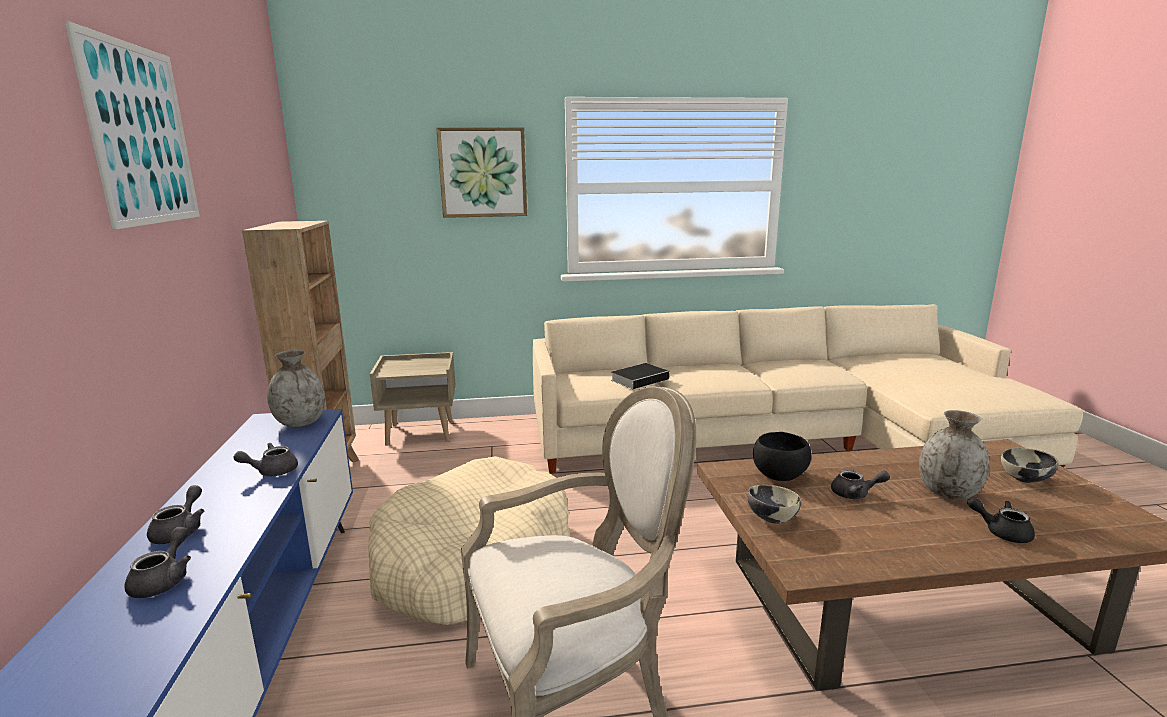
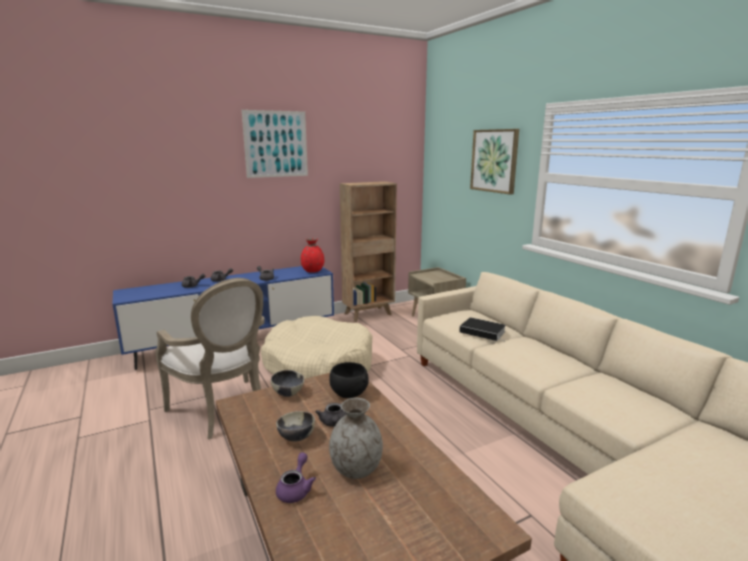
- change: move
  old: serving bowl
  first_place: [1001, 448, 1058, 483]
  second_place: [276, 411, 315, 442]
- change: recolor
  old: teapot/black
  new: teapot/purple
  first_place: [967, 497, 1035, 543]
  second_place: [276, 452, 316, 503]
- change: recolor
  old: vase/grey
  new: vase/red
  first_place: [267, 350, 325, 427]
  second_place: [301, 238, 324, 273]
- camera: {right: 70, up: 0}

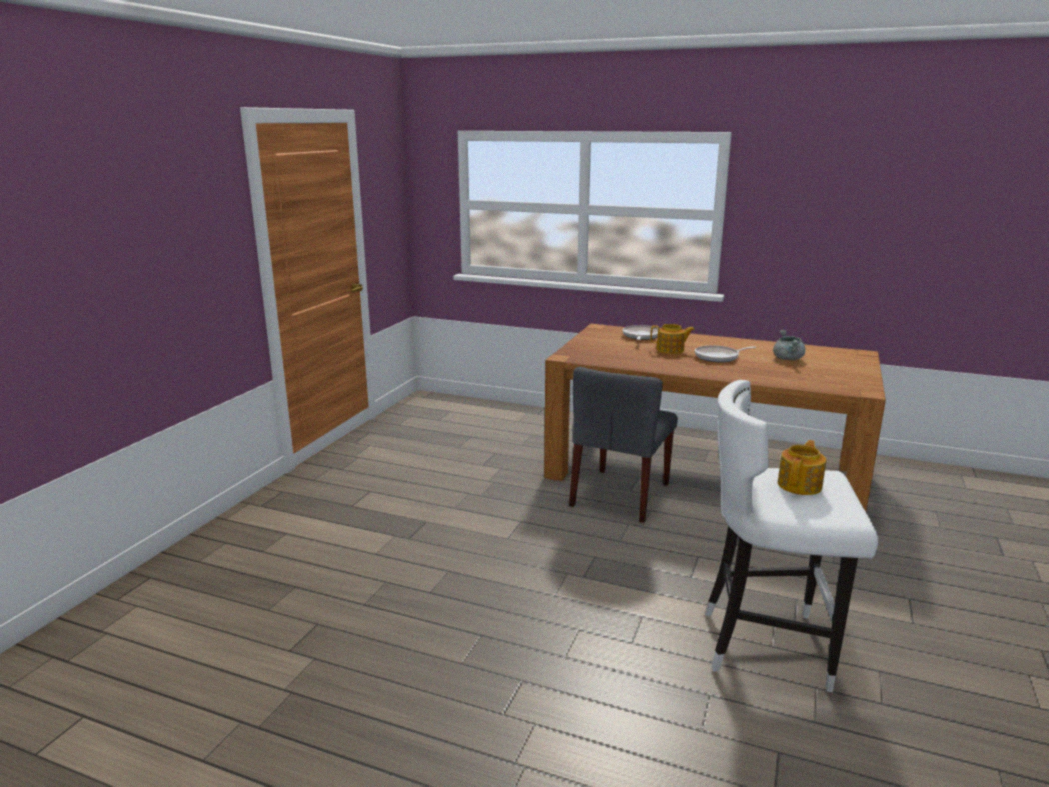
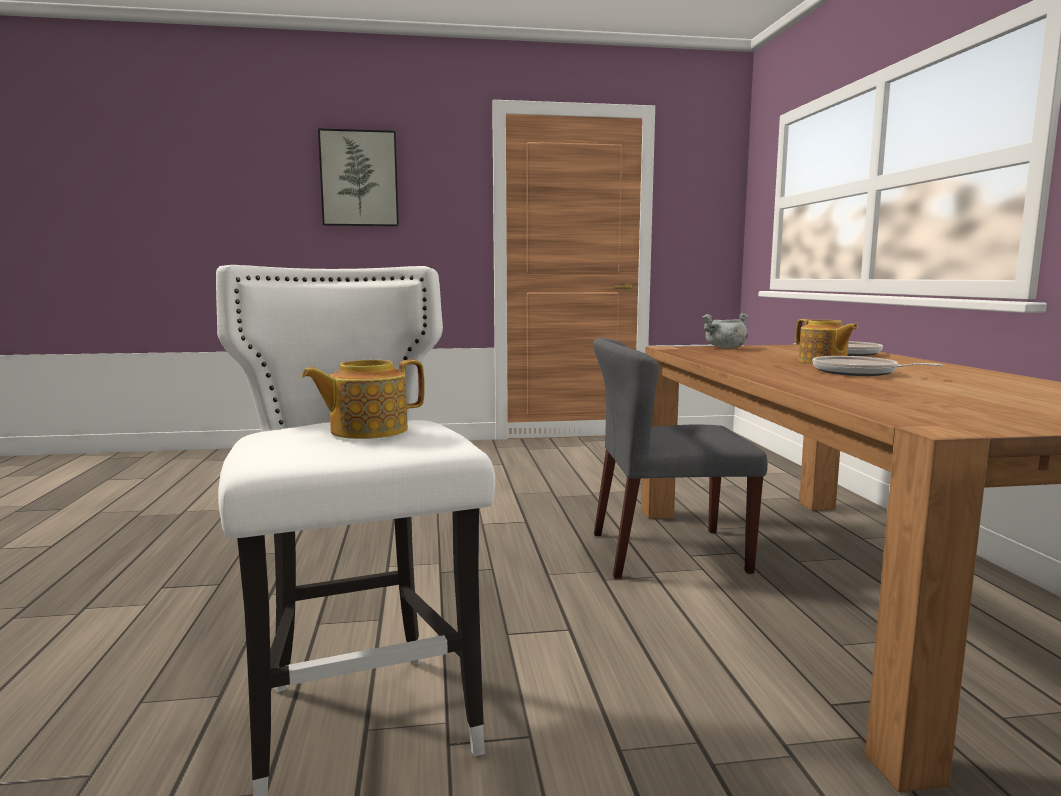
- change: rotate
  old: teapot
  first_place: [778, 440, 826, 495]
  second_place: [301, 359, 425, 439]
  degrees: 150
- change: insert
  new: wall picture
  second_place: [318, 128, 399, 226]
- change: move
  old: stockpot/grey
  first_place: [773, 330, 805, 360]
  second_place: [701, 313, 749, 349]
- camera: {right: 60, up: -10}

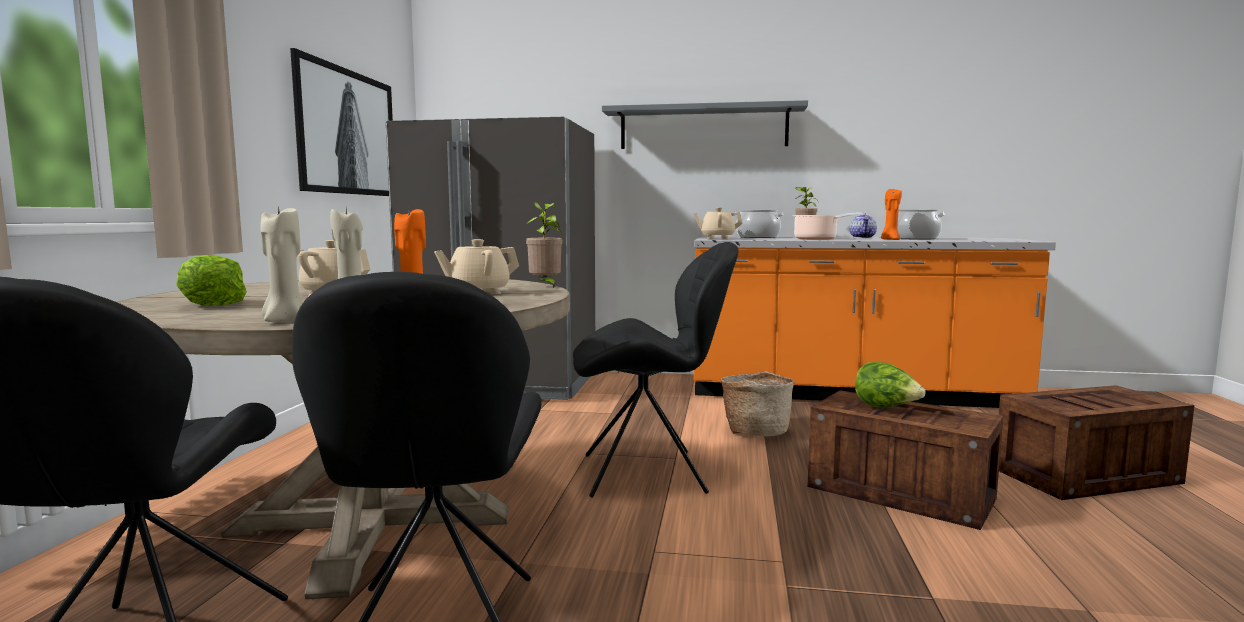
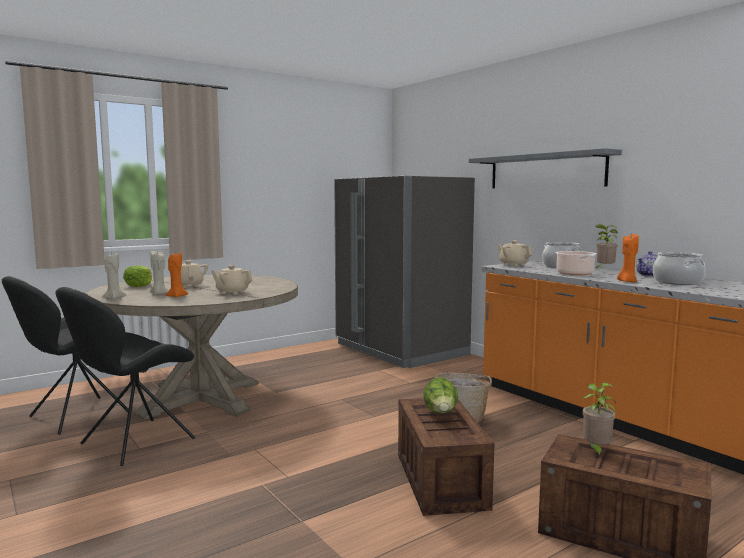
- change: move
  old: houseplant
  first_place: [526, 202, 564, 288]
  second_place: [582, 382, 616, 458]
- change: delete
  old: wall picture
  first_place: [290, 48, 393, 196]
- change: delete
  old: chair/black
  first_place: [573, 242, 739, 498]
- camera: {right: 45, up: 0}

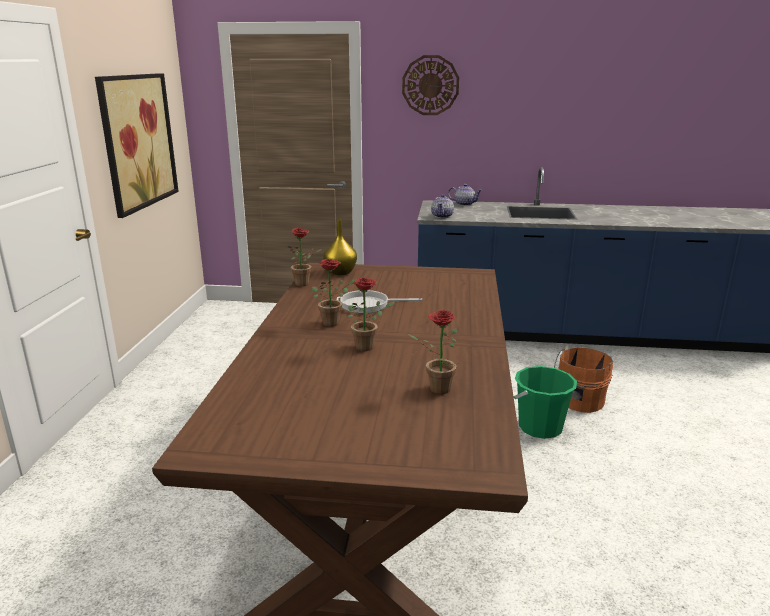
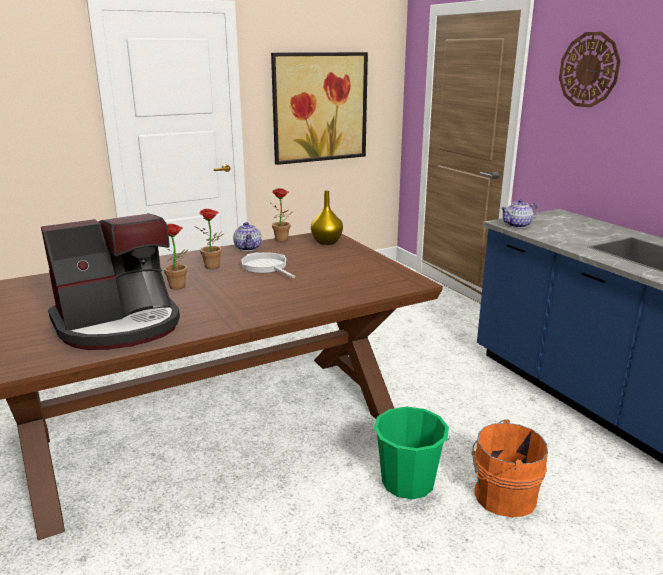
- change: replace
  old: houseplant
  new: coffee maker
  first_place: [408, 310, 459, 394]
  second_place: [41, 213, 180, 350]
- change: move
  old: teapot
  first_place: [448, 184, 483, 206]
  second_place: [233, 222, 261, 251]
- camera: {right: 55, up: 0}

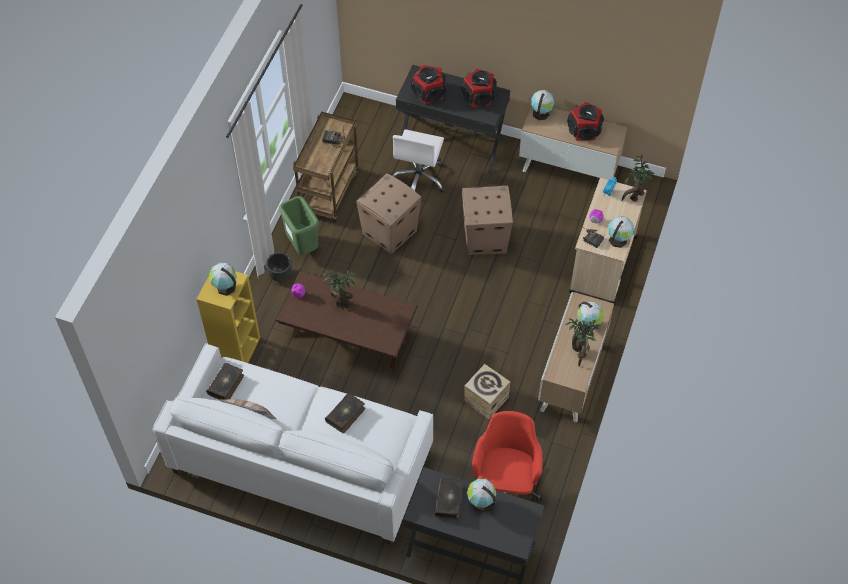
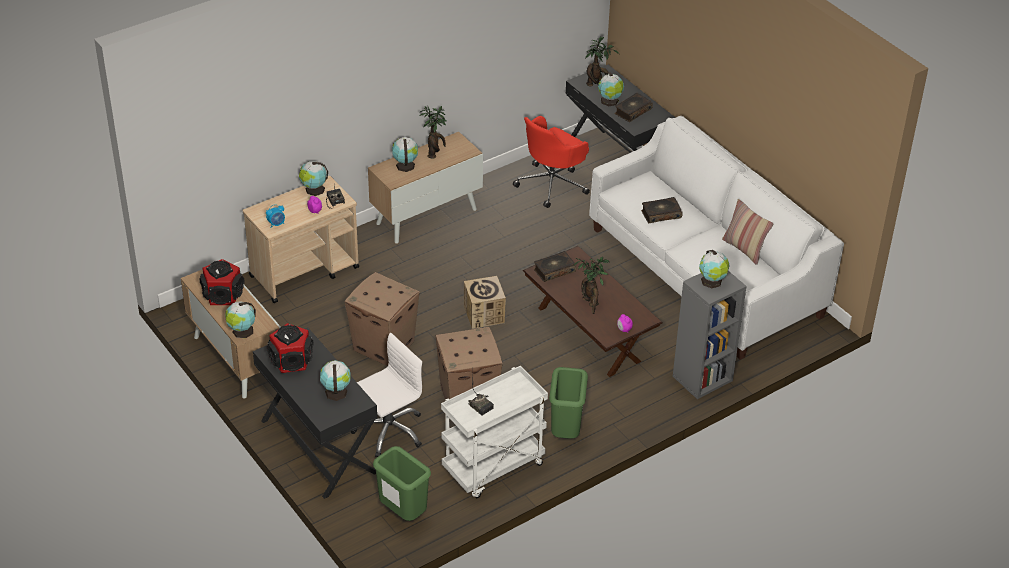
- change: replace
  old: audio speaker
  new: world globe
  first_place: [411, 65, 446, 105]
  second_place: [320, 360, 351, 401]
- change: insert
  new: waste bin/green
  second_place: [373, 446, 431, 521]
- change: recolor
  old: wheeled cart/brown
  new: wheeled cart/white
  first_place: [293, 112, 359, 223]
  second_place: [441, 366, 548, 498]
- change: move
  old: cardboard box
  first_place: [464, 364, 510, 419]
  second_place: [464, 276, 506, 329]
- change: move
  old: volume
  first_place: [206, 363, 244, 400]
  second_place: [534, 251, 577, 282]
- change: move
  old: houseplant
  first_place: [622, 154, 655, 202]
  second_place: [585, 37, 619, 87]
- change: recolor
  old: bookshelf/yellow-coloured
  new: bookshelf/grey
  first_place: [196, 265, 260, 363]
  second_place: [673, 271, 746, 399]
- change: delete
  old: flower pot/black
  first_place: [266, 252, 292, 282]
- camera: {right: -145, up: -15}

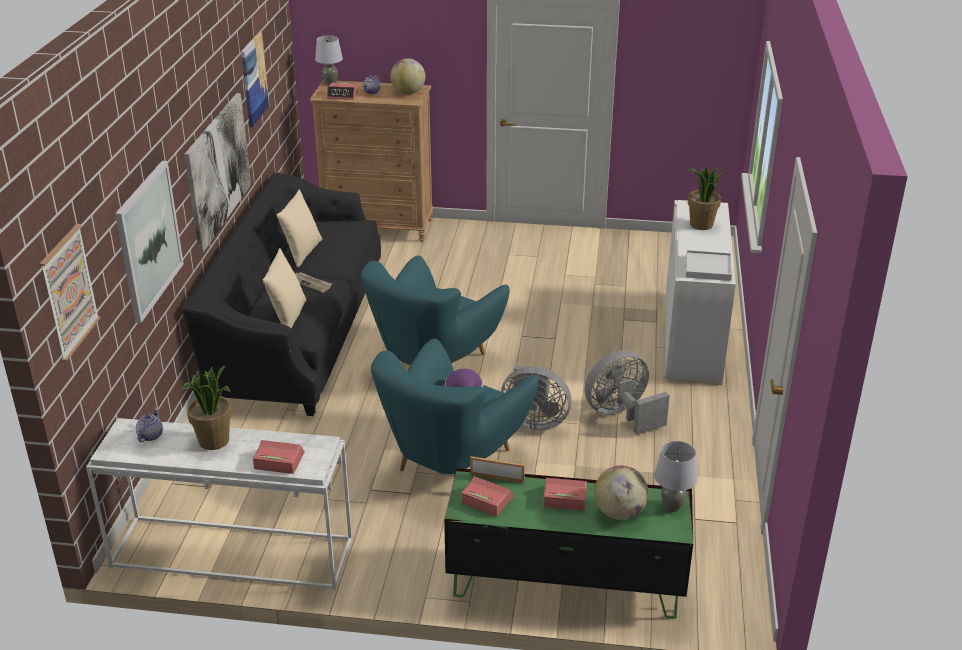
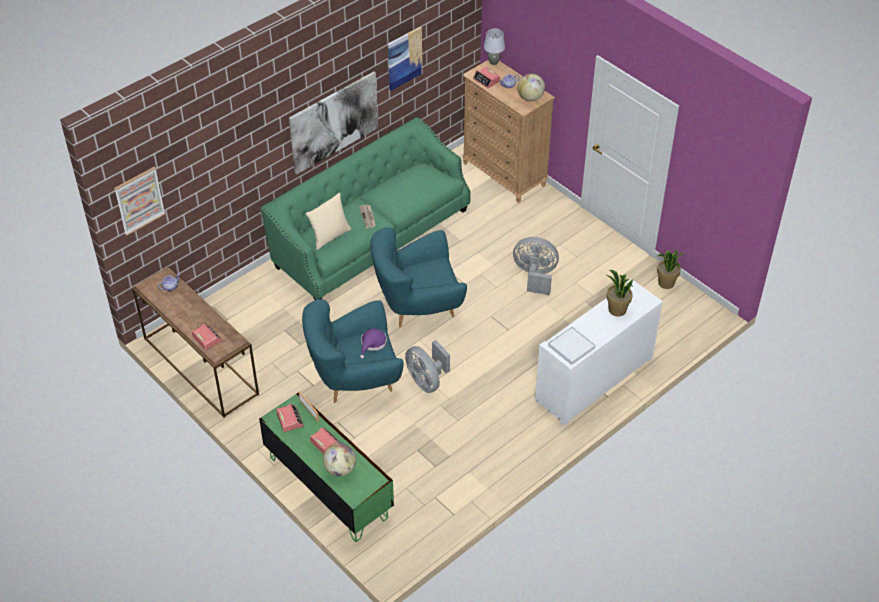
- change: recolor
  old: console table/white
  new: console table/brown
  first_place: [86, 418, 352, 590]
  second_place: [132, 267, 259, 418]
- change: recolor
  old: couch/black
  new: couch/green
  first_place: [182, 172, 381, 416]
  second_place: [260, 117, 471, 300]
- change: move
  old: cooling fan/grey
  first_place: [585, 350, 670, 435]
  second_place: [513, 237, 559, 295]
- change: move
  old: houseplant
  first_place: [181, 365, 232, 450]
  second_place: [657, 250, 685, 289]
- change: delete
  old: wall picture
  first_place: [115, 161, 184, 323]
- change: delete
  old: throw pillow/beige
  first_place: [277, 190, 322, 267]
- change: delete
  old: tabletop lamp/grey
  first_place: [654, 441, 698, 512]
- camera: {right: 40, up: 15}

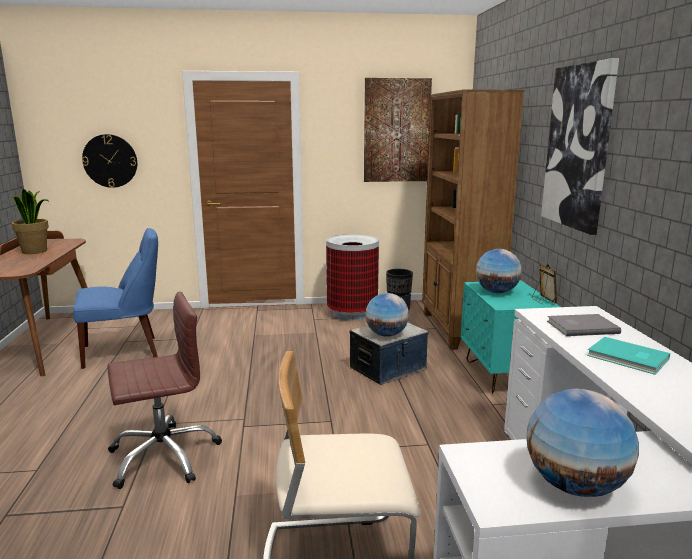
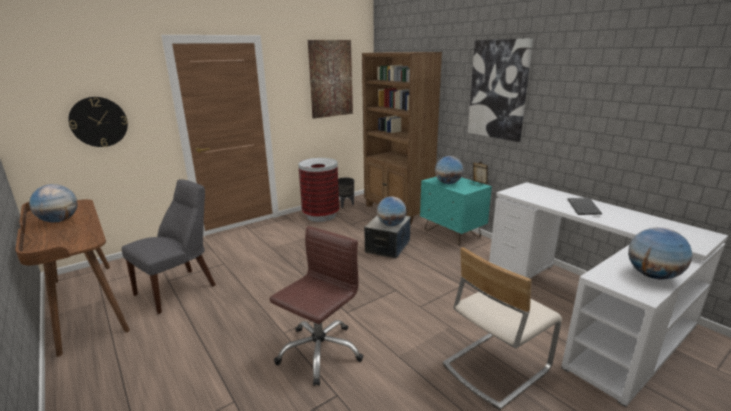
- change: replace
  old: houseplant
  new: world globe
  first_place: [10, 188, 49, 254]
  second_place: [29, 184, 78, 222]
- change: recolor
  old: chair/blue
  new: chair/grey
  first_place: [73, 228, 158, 369]
  second_place: [121, 179, 216, 314]
- change: replace
  old: volume/blue-green
  new: PC keyboard
  first_place: [587, 337, 670, 375]
  second_place: [568, 198, 602, 215]
- change: delete
  old: volume/grey
  first_place: [547, 314, 621, 336]
- camera: {right: -30, up: 5}

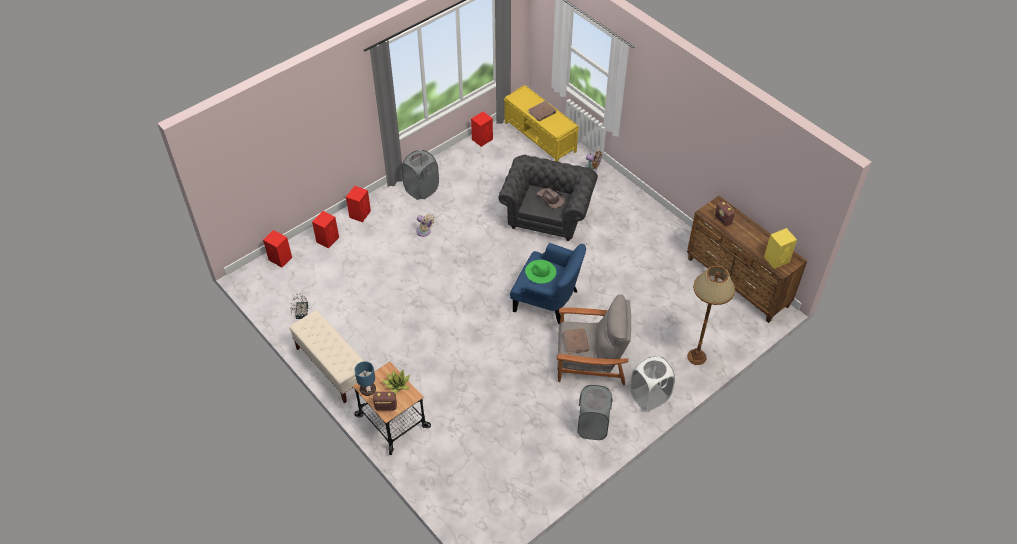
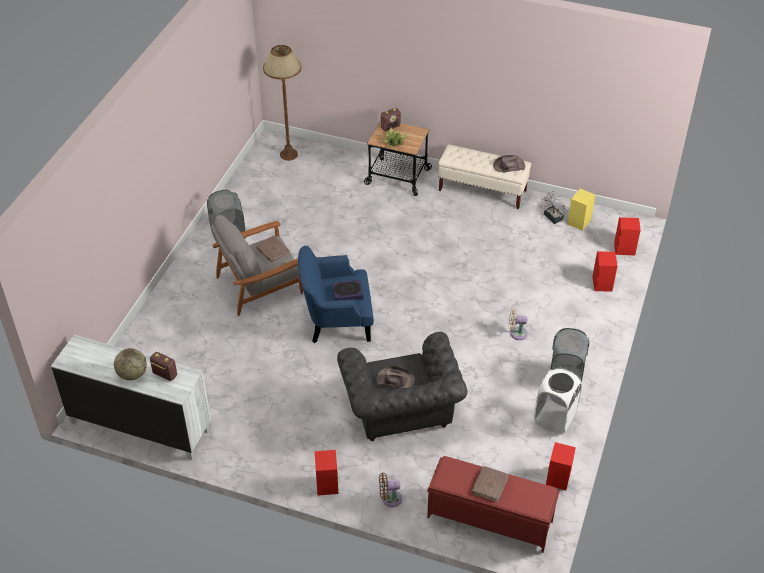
- change: recolor
  old: dresser/brown
  new: dresser/white
  first_place: [687, 196, 807, 323]
  second_place: [51, 335, 211, 460]
- change: insert
  new: world globe
  second_place: [114, 348, 147, 381]
- change: move
  old: standing lamp/brown
  first_place: [687, 266, 735, 365]
  second_place: [263, 45, 302, 161]
- change: move
  old: audio speaker/red
  first_place: [346, 186, 371, 222]
  second_place: [315, 450, 338, 496]
- change: replace
  old: wearable hat/green
  new: volume
  first_place: [525, 260, 556, 284]
  second_place: [332, 280, 363, 301]
- change: recolor
  old: bench/yellow-coloured
  new: bench/red
  first_place: [504, 85, 579, 162]
  second_place: [427, 456, 560, 553]
- change: insert
  new: wearable hat/brown
  second_place: [493, 155, 525, 172]
- change: move
  old: hamper/white
  first_place: [630, 356, 675, 411]
  second_place: [534, 368, 582, 434]
- change: move
  old: audio speaker/yellow-coloured
  first_place: [764, 228, 797, 269]
  second_place: [567, 189, 595, 231]
- change: delete
  old: tabletop lamp
  first_place: [354, 361, 376, 396]
- camera: {right: 150, up: -5}

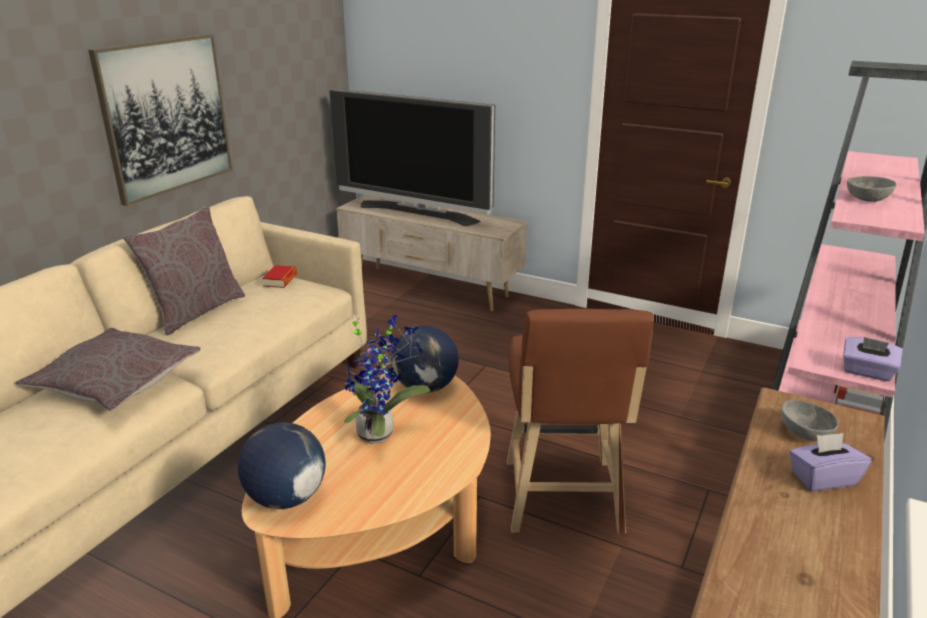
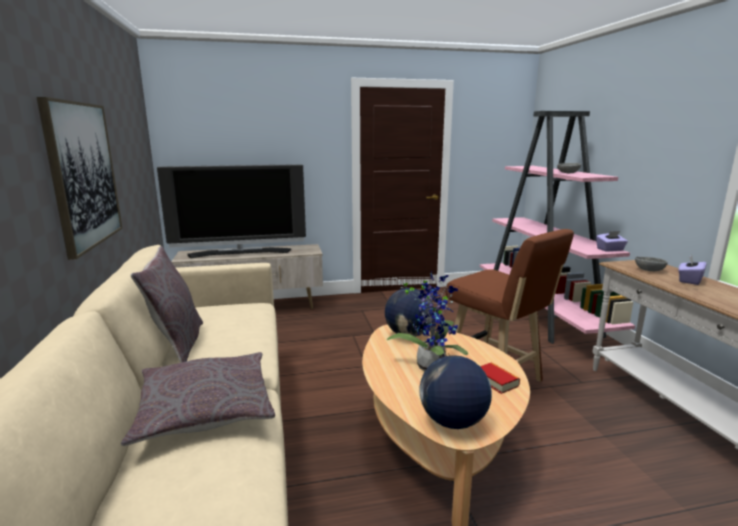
- change: move
  old: volume
  first_place: [262, 265, 297, 288]
  second_place: [480, 362, 520, 394]
- camera: {right: -40, up: -10}

